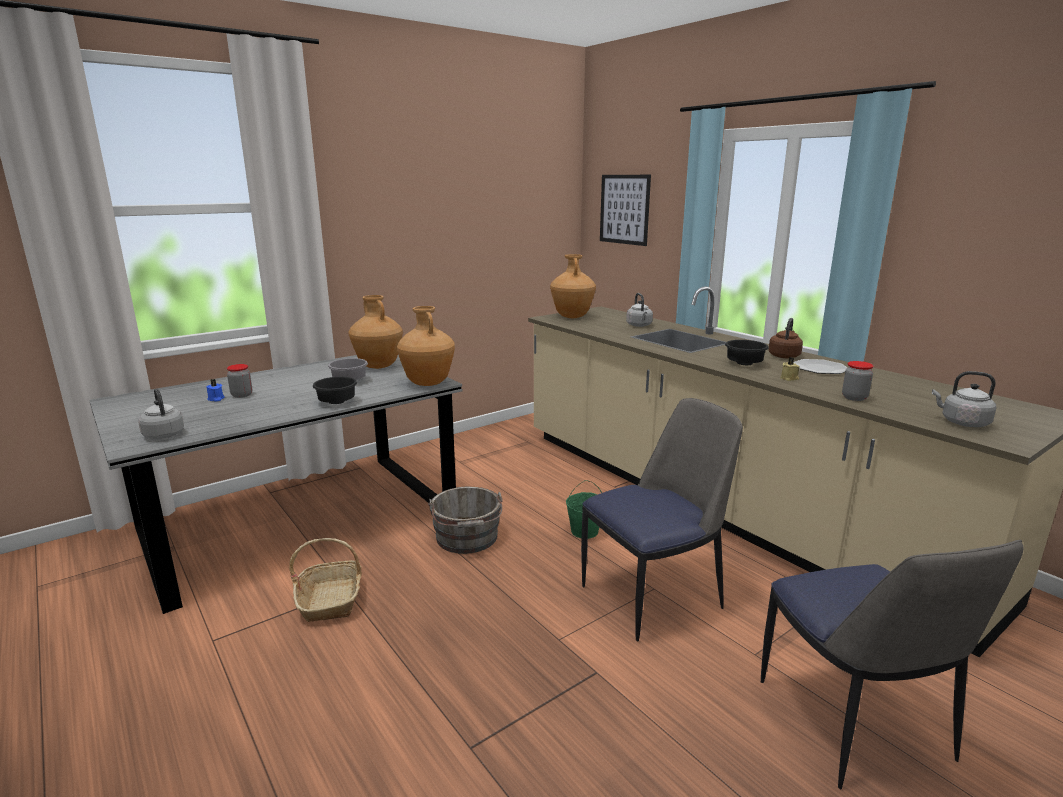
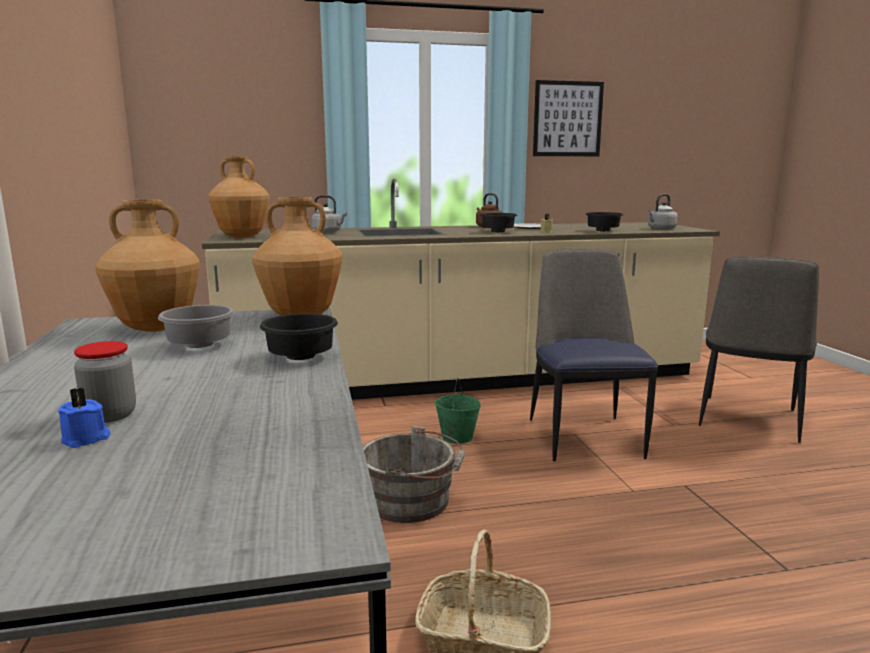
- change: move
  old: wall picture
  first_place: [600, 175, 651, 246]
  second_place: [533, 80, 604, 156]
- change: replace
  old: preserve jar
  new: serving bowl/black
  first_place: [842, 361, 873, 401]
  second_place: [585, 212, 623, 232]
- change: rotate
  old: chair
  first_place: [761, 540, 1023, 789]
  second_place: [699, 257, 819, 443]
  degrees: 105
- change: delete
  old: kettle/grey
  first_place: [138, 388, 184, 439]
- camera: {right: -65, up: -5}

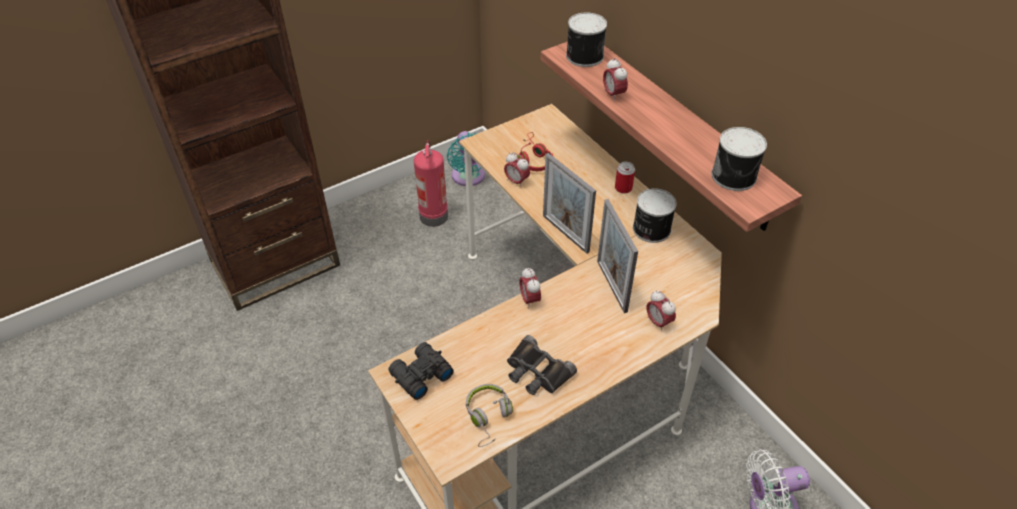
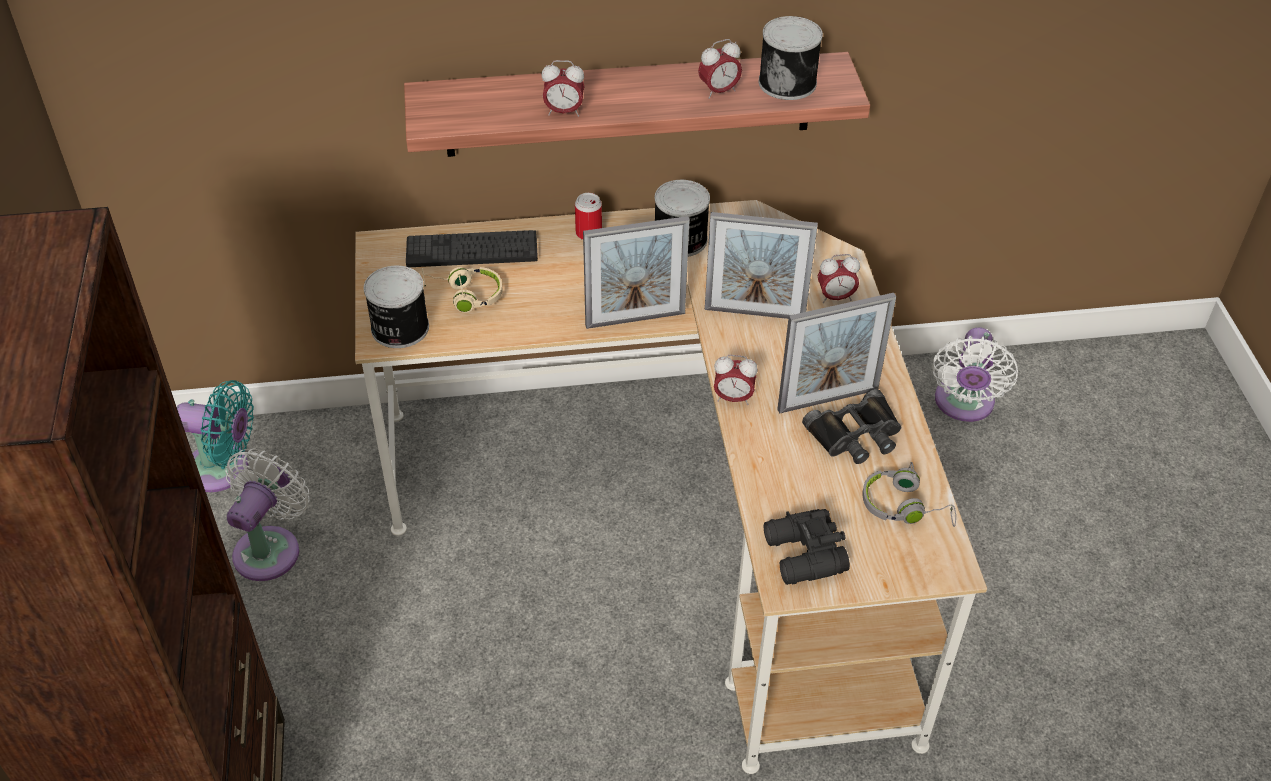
- change: replace
  old: fire-fighting cylinder
  new: cooling fan/white
  first_place: [414, 140, 448, 227]
  second_place: [225, 448, 309, 581]
- change: move
  old: metal can
  first_place: [566, 12, 607, 67]
  second_place: [364, 266, 429, 348]
- change: insert
  new: PC keyboard
  second_place: [406, 230, 538, 267]
- change: recolor
  old: headset/red
  new: headset/beige
  first_place: [517, 132, 554, 171]
  second_place: [422, 267, 503, 313]
- change: move
  old: alarm clock
  first_place: [504, 152, 530, 188]
  second_place: [698, 39, 742, 99]
- change: insert
  new: picture frame
  second_place: [777, 293, 896, 414]
- camera: {right: -65, up: 0}

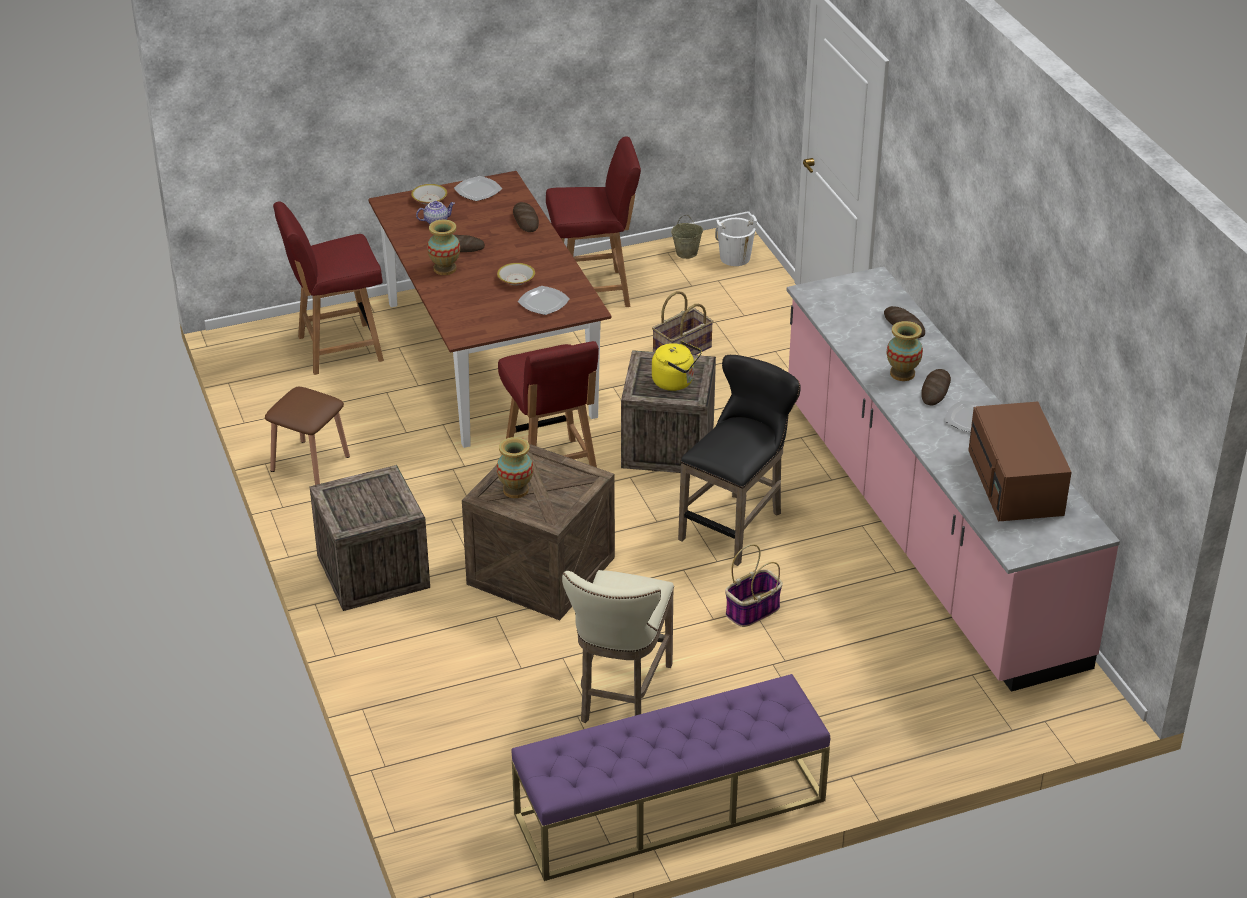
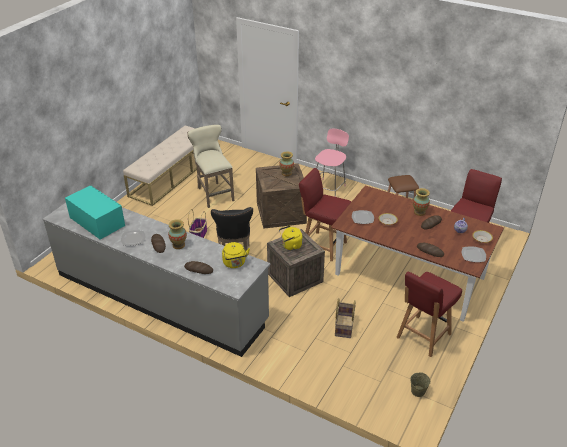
- change: recolor
  old: kitchen counter/pink-coloured
  new: kitchen counter/grey
  first_place: [787, 266, 1120, 692]
  second_place: [43, 203, 270, 357]
- change: recolor
  old: microwave/brown
  new: microwave/blue-green
  first_place: [968, 401, 1072, 522]
  second_place: [65, 185, 125, 240]
- change: recolor
  old: bench/purple
  new: bench/beige
  first_place: [511, 674, 830, 881]
  second_place: [123, 125, 197, 206]
- change: insert
  new: kettle/yellow-coloured
  second_place: [222, 242, 250, 268]
- change: replace
  old: crate
  new: chair/pink-coloured
  first_place: [309, 465, 430, 611]
  second_place: [315, 129, 349, 197]
- change: delete
  old: bucket/white
  first_place: [715, 215, 757, 266]
- camera: {right: 140, up: 0}

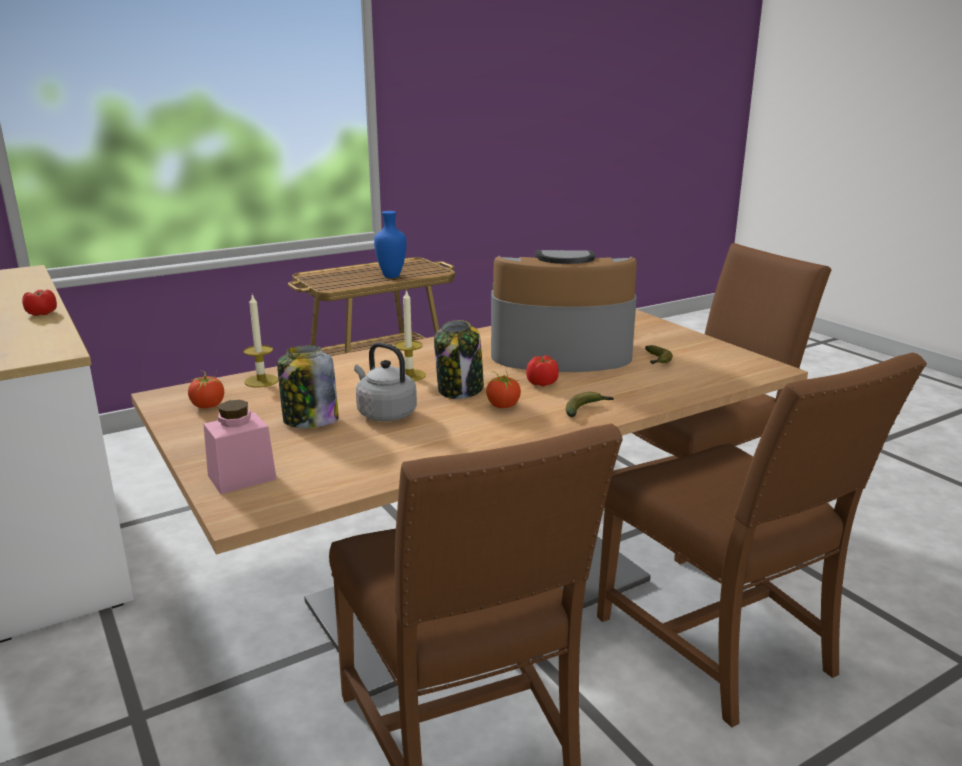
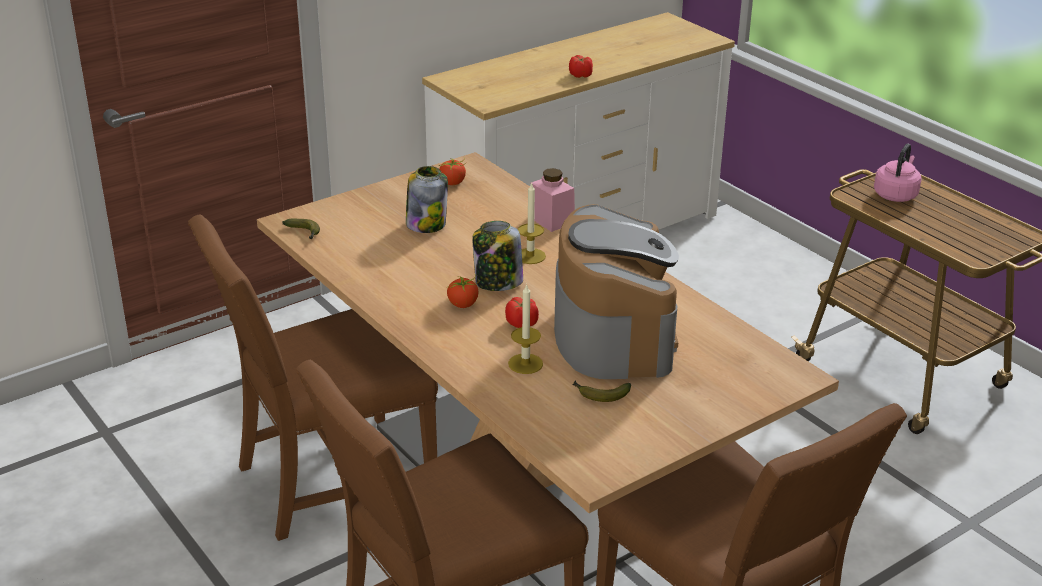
- change: move
  old: whole banana
  first_place: [566, 392, 614, 417]
  second_place: [282, 219, 320, 239]
- change: move
  old: wax candle
  first_place: [243, 294, 279, 387]
  second_place: [508, 284, 543, 374]
- change: move
  old: preserve jar/pink-coloured
  first_place: [203, 400, 277, 494]
  second_place: [532, 168, 575, 232]
- change: insert
  new: kettle/pink-coloured
  second_place: [874, 144, 922, 202]
- change: delete
  old: kettle/grey
  first_place: [354, 342, 417, 421]
- change: delete
  old: vase/blue
  first_place: [374, 211, 406, 278]
- camera: {right: 85, up: 10}

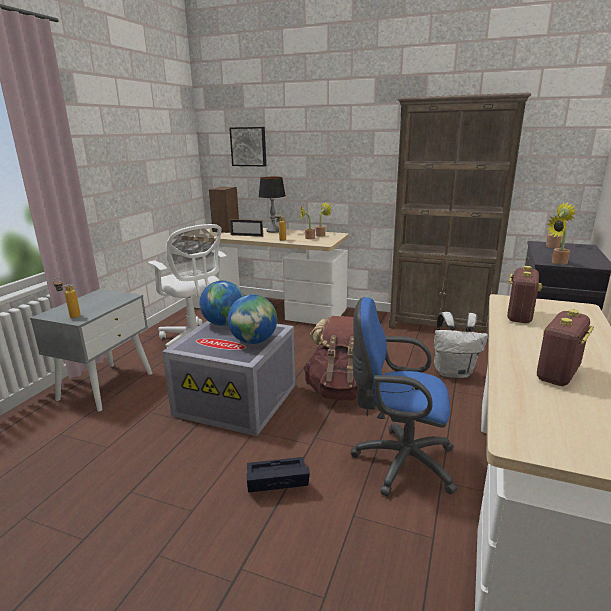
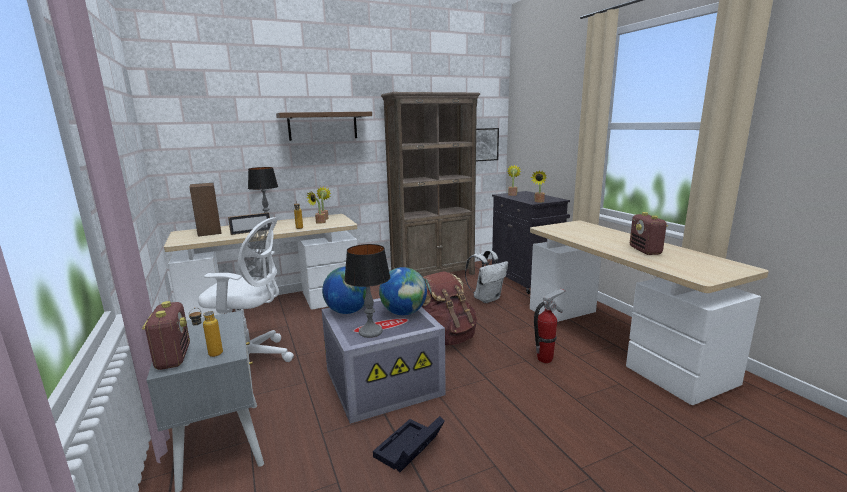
- change: move
  old: radio
  first_place: [507, 266, 542, 323]
  second_place: [142, 301, 190, 370]
- change: insert
  new: shelf/brown
  second_place: [276, 112, 372, 141]
- change: insert
  new: tabletop lamp
  second_place: [344, 244, 391, 338]
- change: move
  old: storage box/black
  first_place: [246, 457, 310, 493]
  second_place: [373, 416, 445, 472]
- change: move
  old: wall picture
  first_place: [229, 127, 266, 166]
  second_place: [476, 128, 499, 162]
- change: replace
  old: computer chair/blue
  new: fire-fighting cylinder
  first_place: [350, 297, 457, 497]
  second_place: [534, 288, 566, 363]
- camera: {right: -45, up: -5}

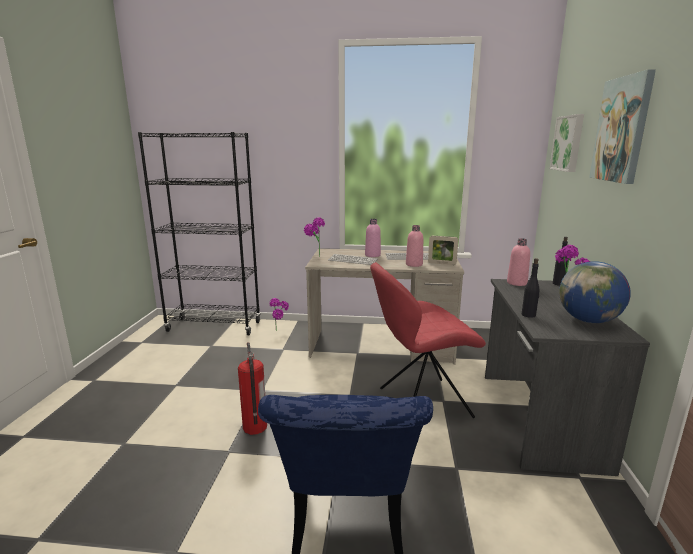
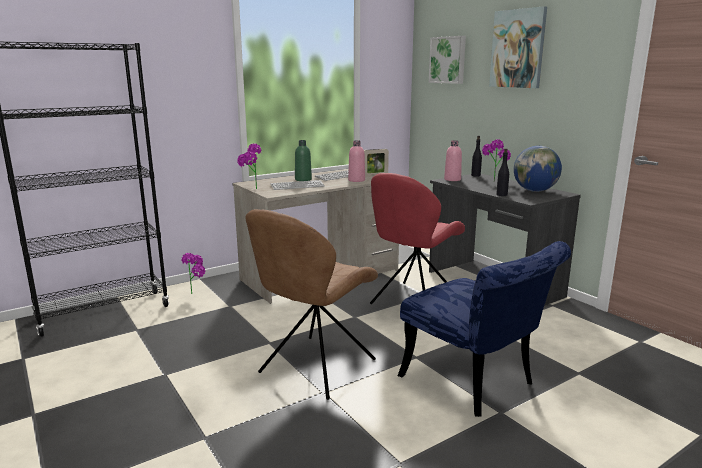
- change: replace
  old: fire-fighting cylinder
  new: chair/brown
  first_place: [238, 342, 267, 435]
  second_place: [245, 209, 378, 400]
- change: recolor
  old: drink bottle/pink-coloured
  new: drink bottle/green
  first_place: [365, 219, 381, 257]
  second_place: [295, 140, 312, 181]
- camera: {right: -40, up: 0}

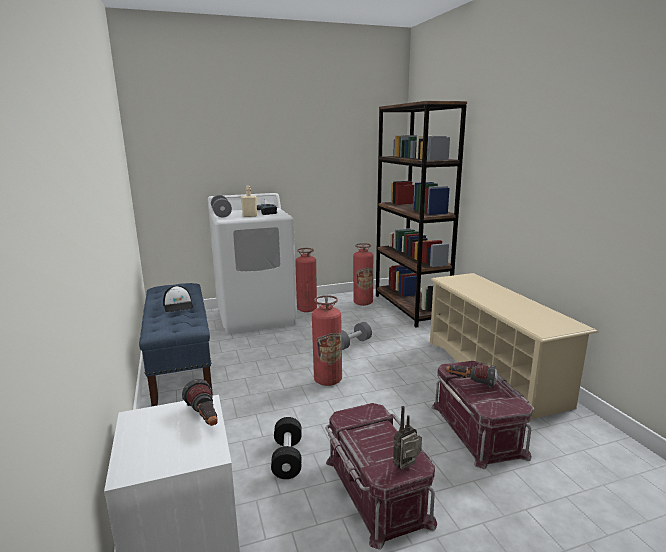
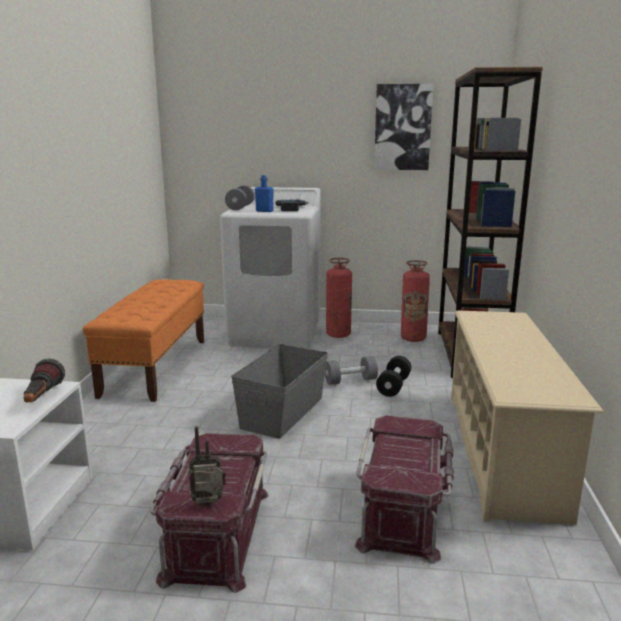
- change: recolor
  old: bench/blue
  new: bench/orange
  first_place: [139, 283, 213, 406]
  second_place: [83, 279, 204, 402]
- change: replace
  old: fire-fighting cylinder
  new: storage box/grey
  first_place: [312, 295, 342, 386]
  second_place: [231, 344, 328, 439]
- change: recolor
  old: drink bottle/beige
  new: drink bottle/blue
  first_place: [241, 186, 257, 217]
  second_place: [255, 175, 274, 212]
- change: insert
  new: wall picture
  second_place: [374, 84, 433, 170]
- change: move
  old: hand weight/black
  first_place: [271, 417, 302, 479]
  second_place: [376, 356, 411, 397]
- change: delete
  old: baseball cap
  first_place: [163, 286, 193, 312]
- change: delete
  old: hand torch
  first_place: [445, 365, 497, 388]
- camera: {right: 25, up: 0}

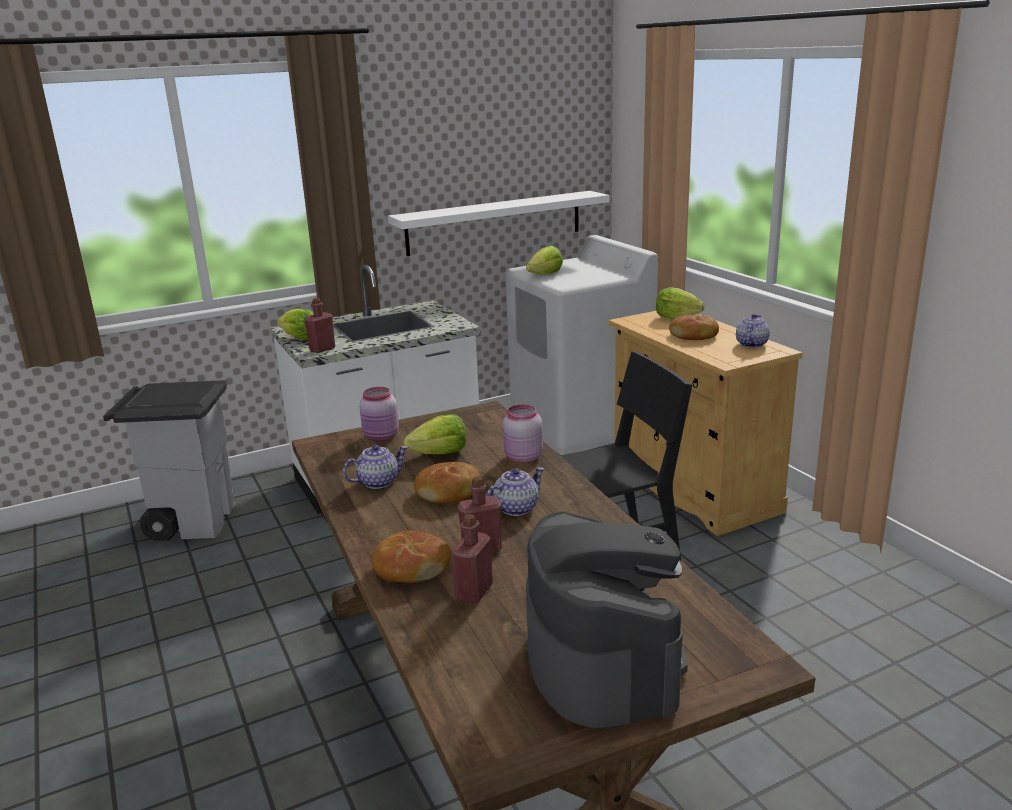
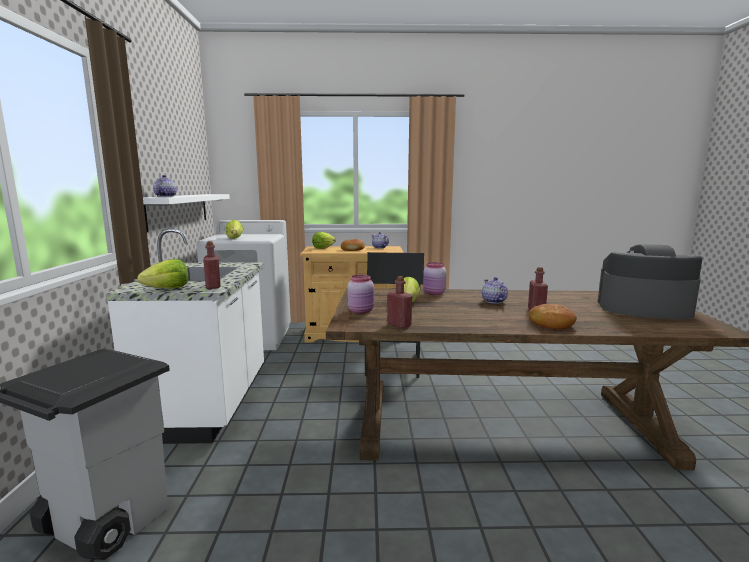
- change: move
  old: teapot
  first_place: [343, 445, 408, 489]
  second_place: [153, 175, 177, 197]
- change: move
  old: drink bottle/red
  first_place: [451, 514, 493, 604]
  second_place: [387, 276, 412, 329]
- change: delete
  old: bread
  first_place: [414, 462, 481, 504]
- camera: {right: -65, up: -10}

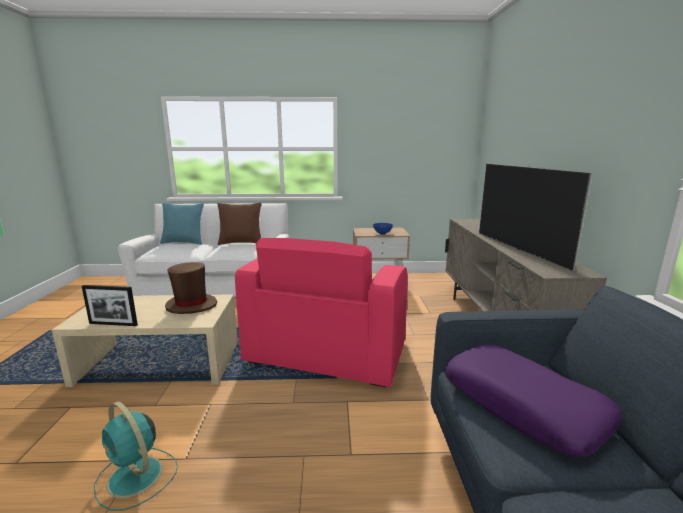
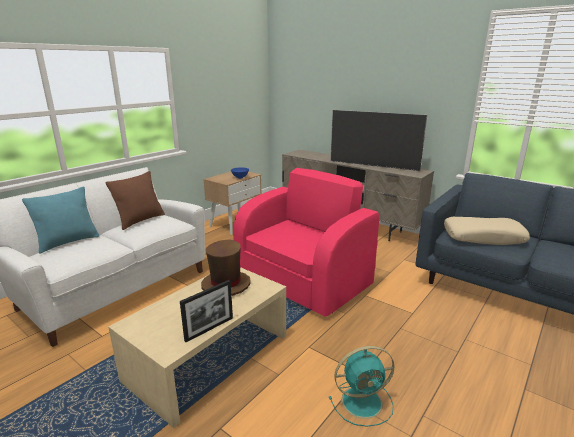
- change: rotate
  old: armchair/pink-coloured
  first_place: [235, 238, 408, 387]
  second_place: [233, 168, 379, 317]
  degrees: -105
- change: recolor
  old: throw pillow/purple
  new: throw pillow/beige
  first_place: [445, 344, 621, 457]
  second_place: [444, 217, 530, 245]
- camera: {right: -50, up: 5}

